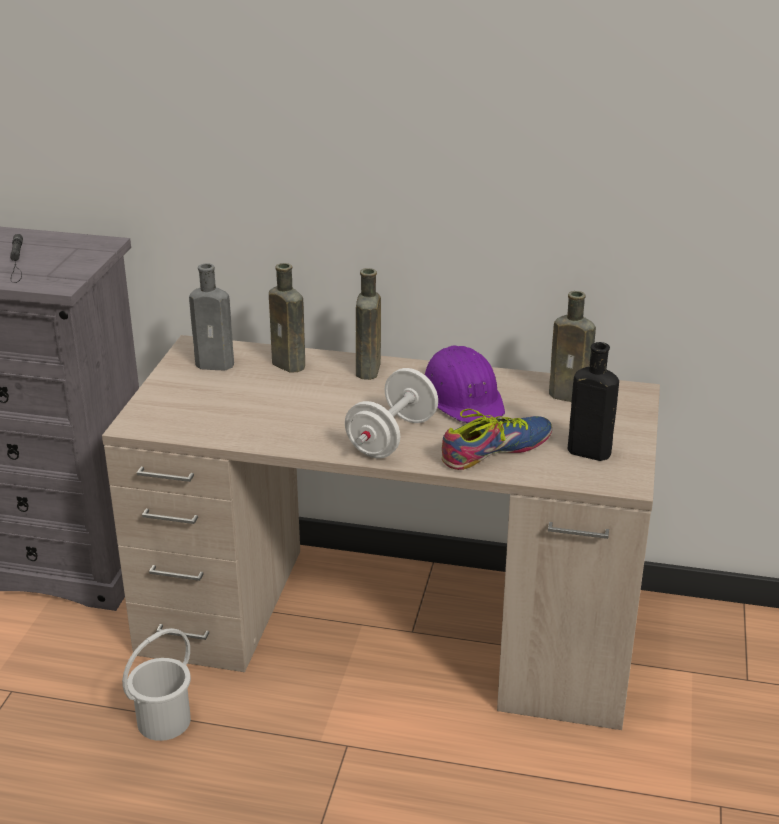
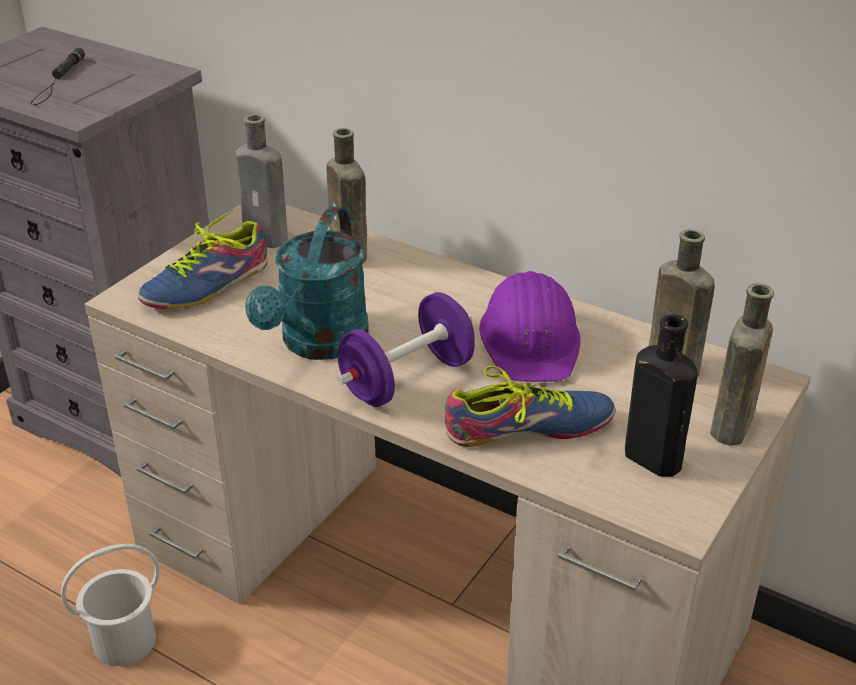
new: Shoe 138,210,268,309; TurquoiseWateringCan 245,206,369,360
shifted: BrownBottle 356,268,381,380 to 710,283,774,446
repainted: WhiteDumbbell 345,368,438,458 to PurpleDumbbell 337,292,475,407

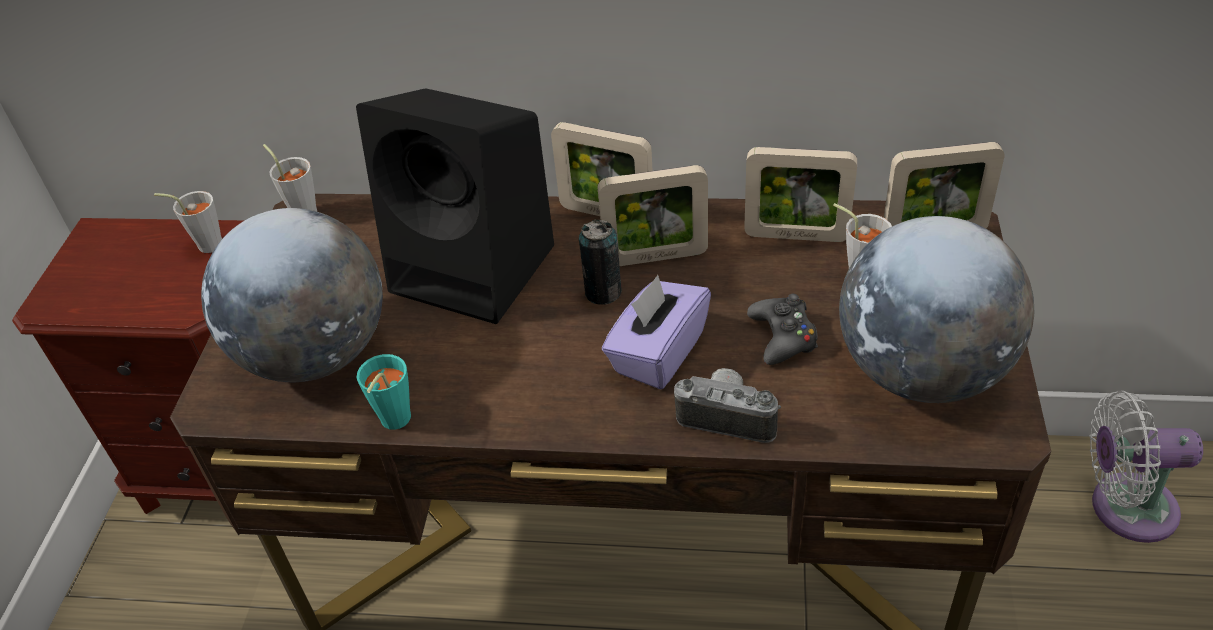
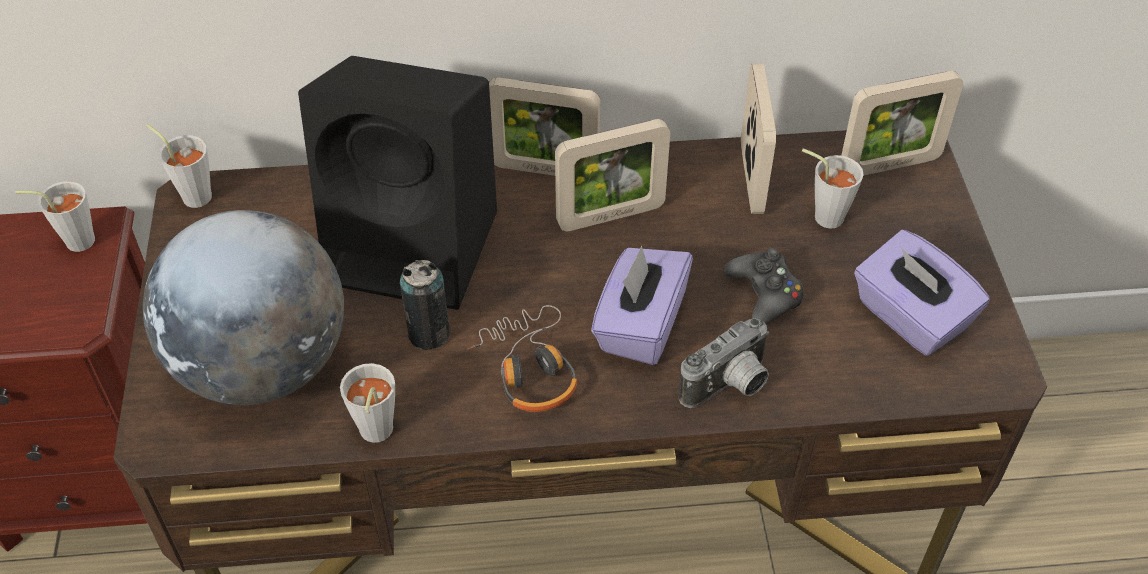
gone: WhiteFan 1090,391,1203,543
new: Headphones 468,305,577,412
shifted: Can 579,219,622,305 to 400,260,450,350
swapped: Globe 839,216,1034,403 to PurpleTissueBox 854,230,990,356
repainted: TurquoiseCup 357,354,411,430 to GreyCup 340,363,395,443
rotated: PhotoCamera 674,368,781,443 = 679,318,770,408 135 degrees clockwise; PictureFrame 744,147,857,242 = 741,64,776,214 90 degrees counterclockwise

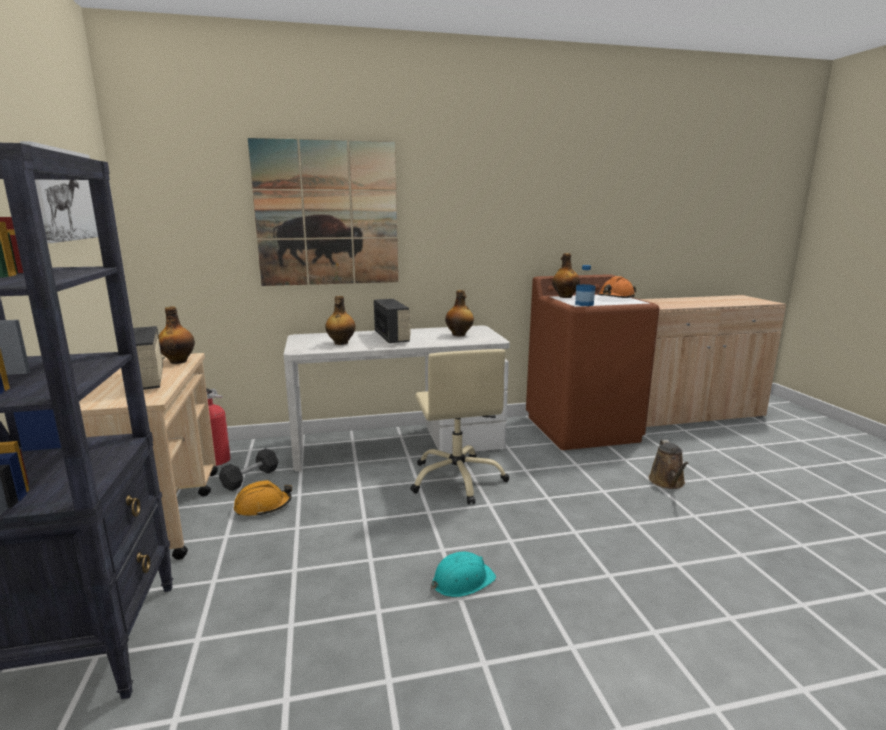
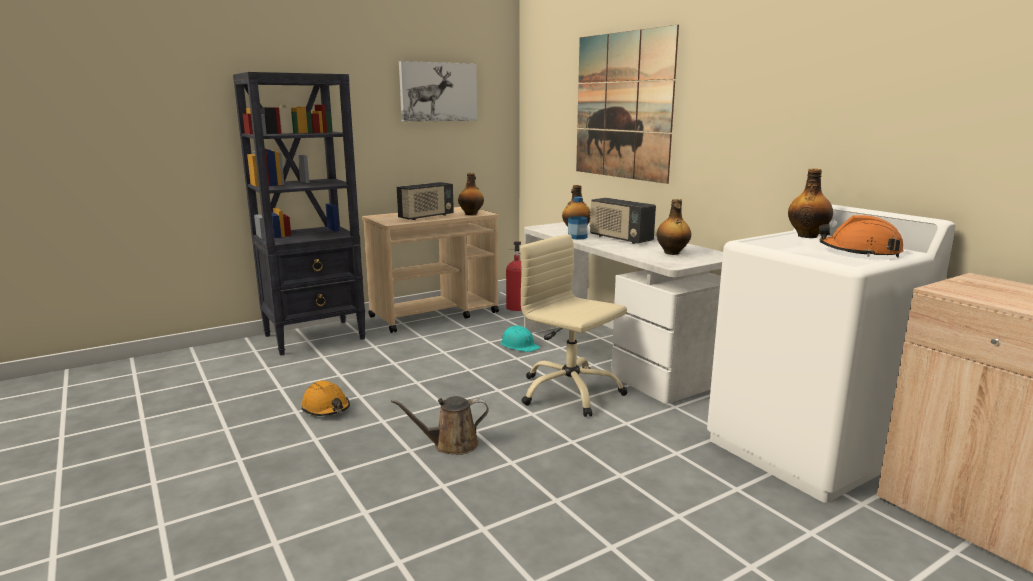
gone: GreyDumbbell 219,448,278,491
shifted: OrangeHardHat 234,480,292,517 to 302,381,350,416; TurquoiseHardHat 431,552,496,597 to 501,326,540,352; Bottle 575,265,596,306 to 568,197,588,240; BrownWateringCan 649,440,689,489 to 391,396,489,455
repainted: BrownWashingMachine 526,274,660,450 to WhiteWashingMachine 707,204,955,503
rotated: Radio 374,299,411,343 = 589,198,656,244 90 degrees clockwise; BeigeOfficeChair 410,349,509,505 = 520,234,627,417 75 degrees clockwise

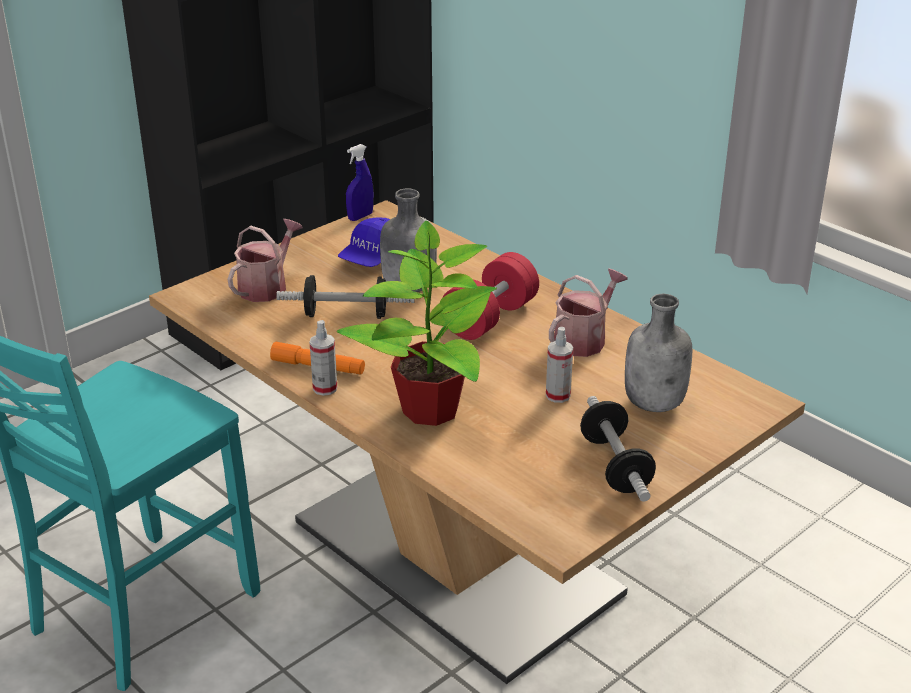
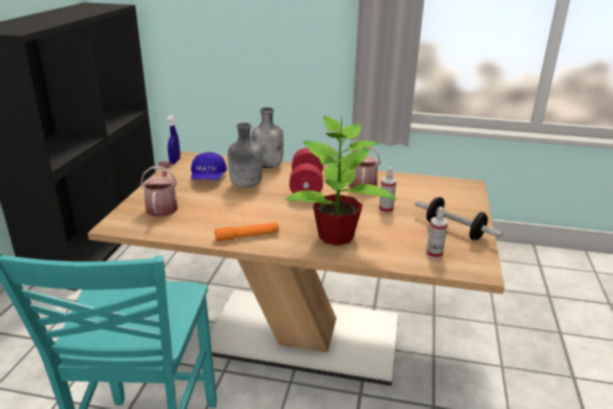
gone: Dumbbell 276,275,415,319
shifted: SprayBottle 310,320,337,396 to 426,207,448,259; GreyBottle 625,294,692,412 to 252,107,284,168

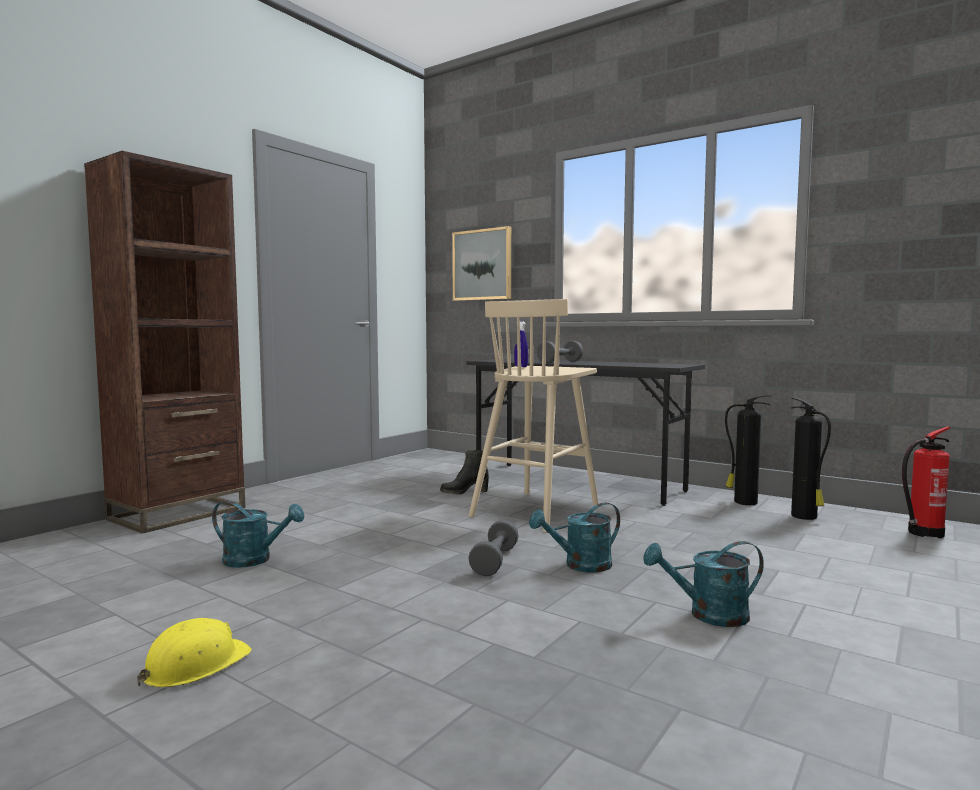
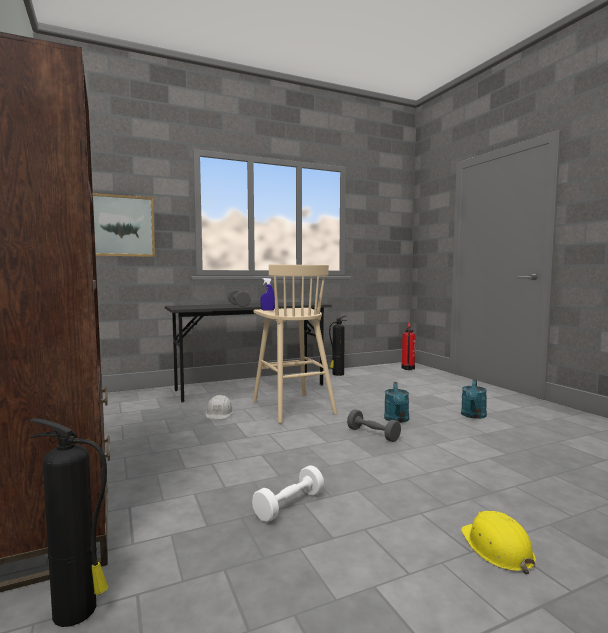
shifted: FireExtinguisher 791,398,831,520 to 29,418,109,627
swapped: TurquoiseWateringCan 212,500,305,568 to WhiteDumbbell 252,465,324,522; BlackBoot 440,450,489,495 to WhiteHardHat 205,395,234,419

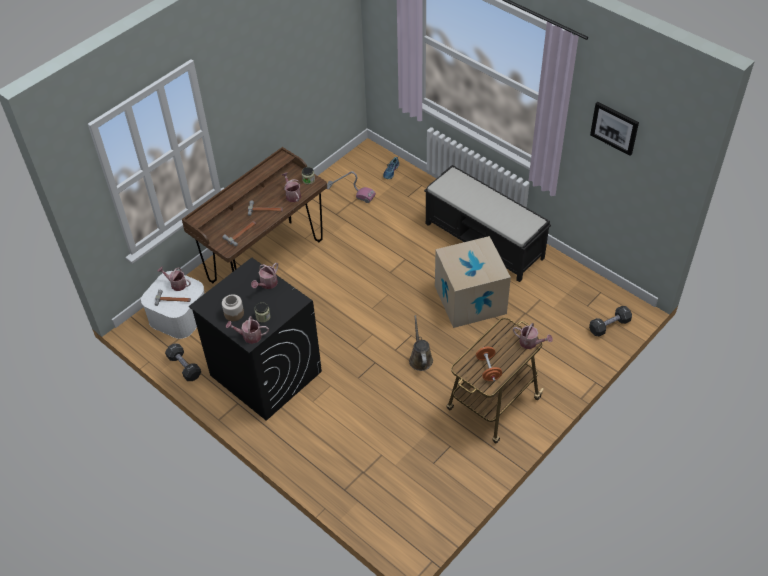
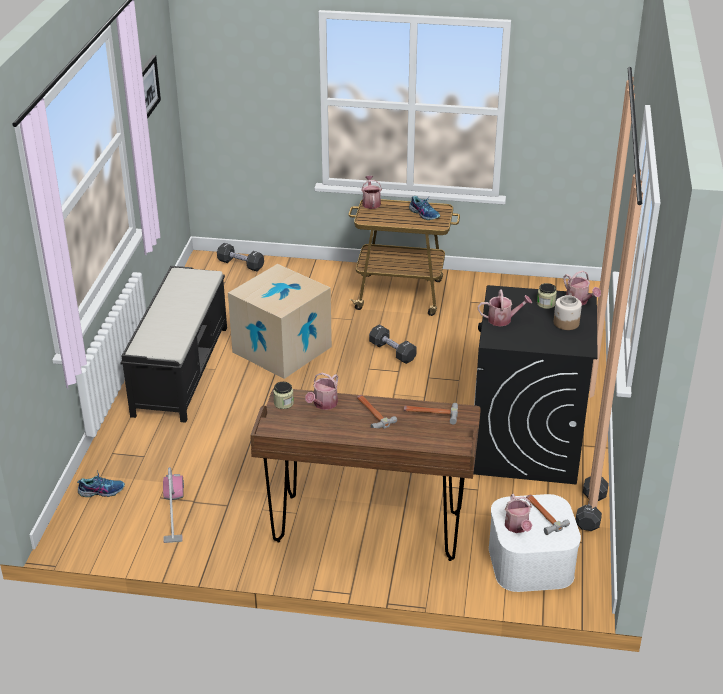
swapped: BrownWateringCan 409,315,433,371 to BlackDumbbell 369,324,417,364; OrangeDumbbell 476,347,502,381 to Shoe 409,196,440,220

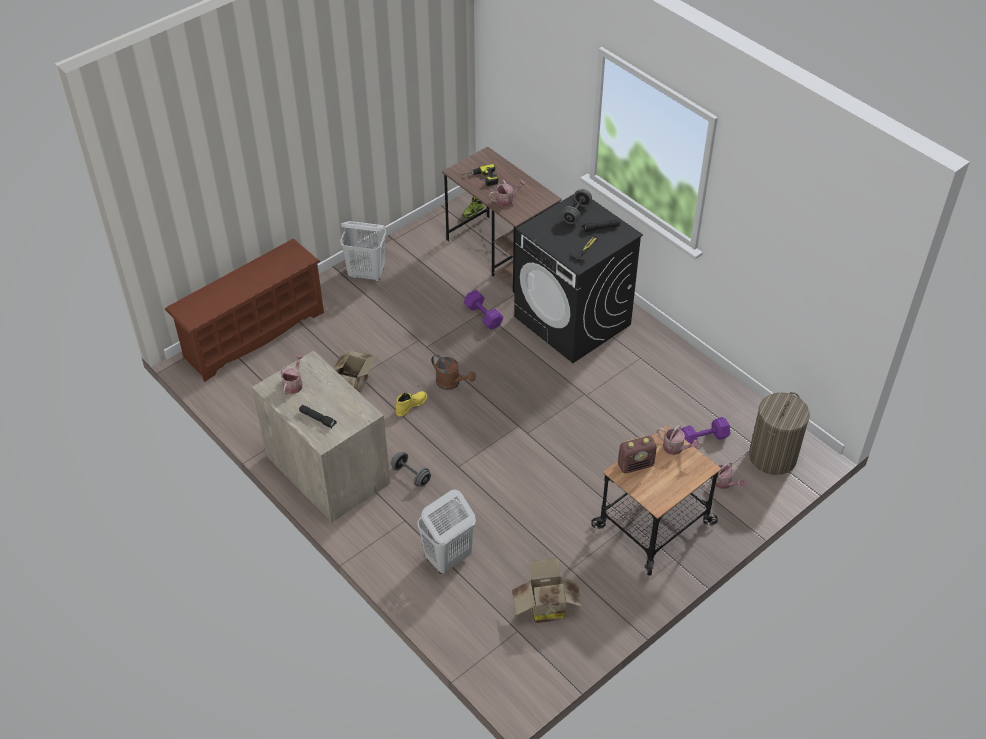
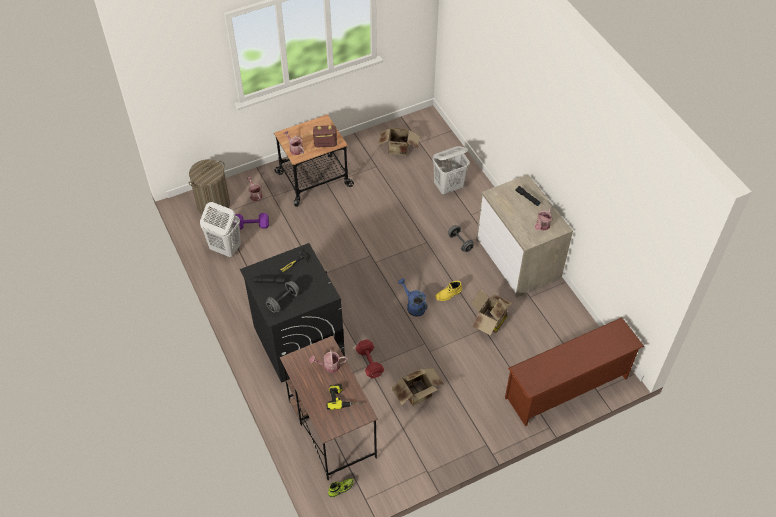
new: CardboardBox 391,368,444,406
shifted: WhiteLaundryBasket 340,221,386,282 to 200,202,241,257
repainted: BrownWateringCan 431,354,476,390 to BlueWateringCan 398,278,427,317; PurpleDumbbell 464,290,503,330 to RedDumbbell 356,339,384,378

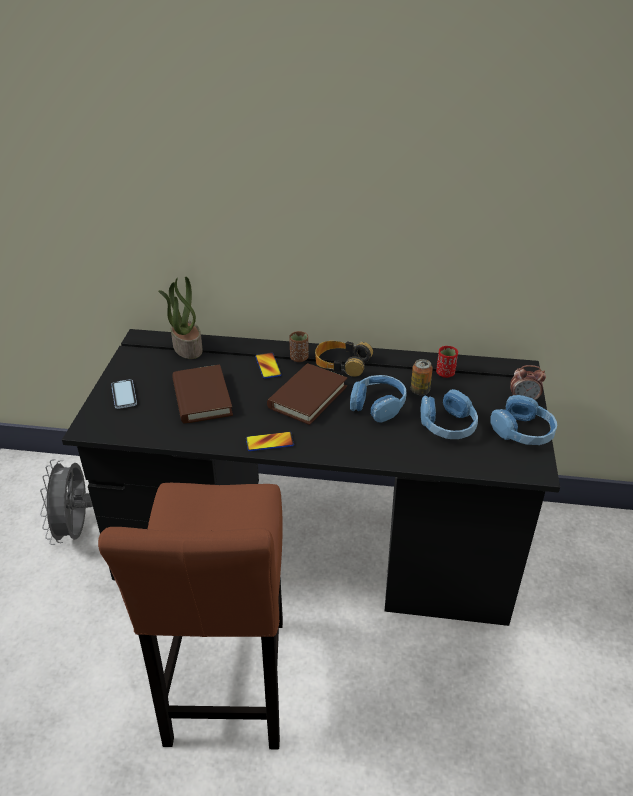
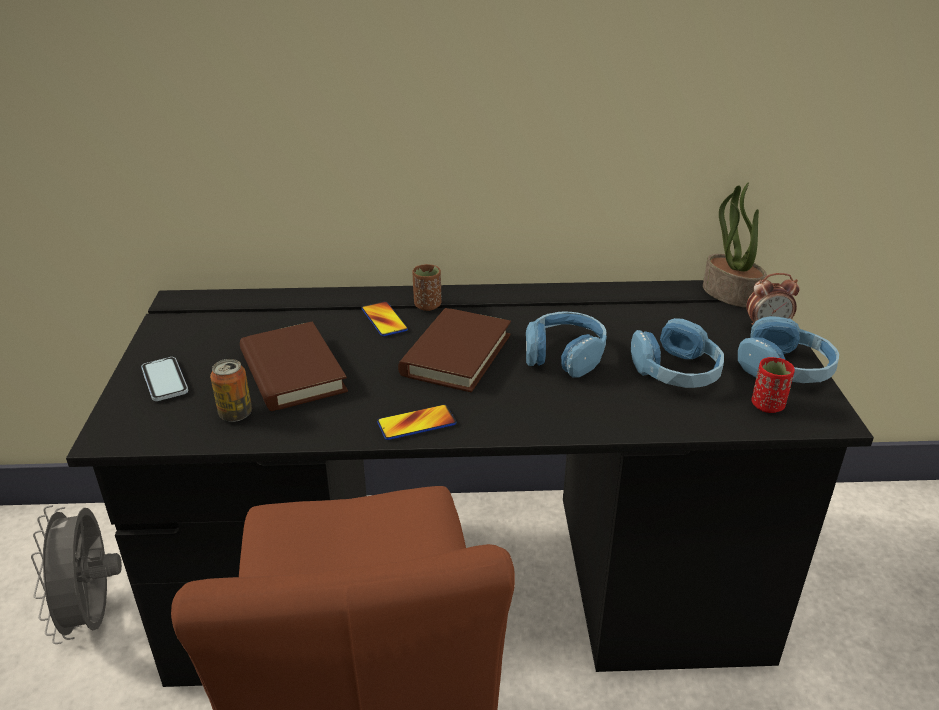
gone: Headphones 315,341,373,377
shifted: PottedPlant 158,276,203,359 to 703,182,767,308; Can 411,359,433,395 to 210,359,252,422; RedCup 436,346,458,378 to 751,357,795,413

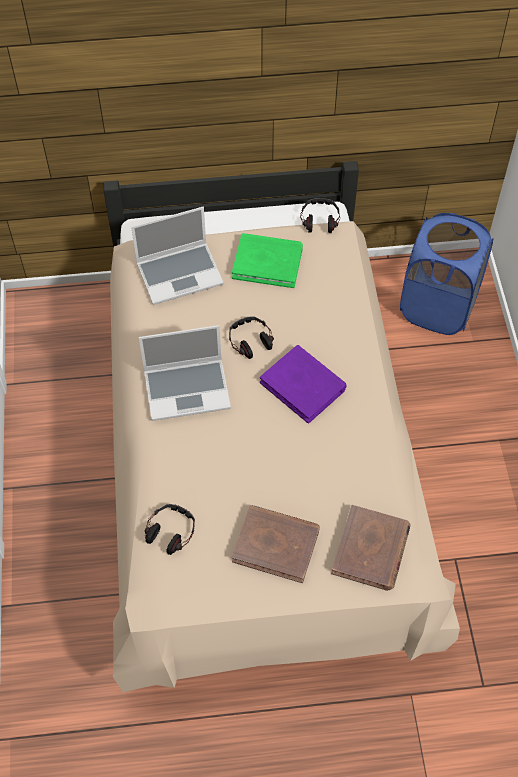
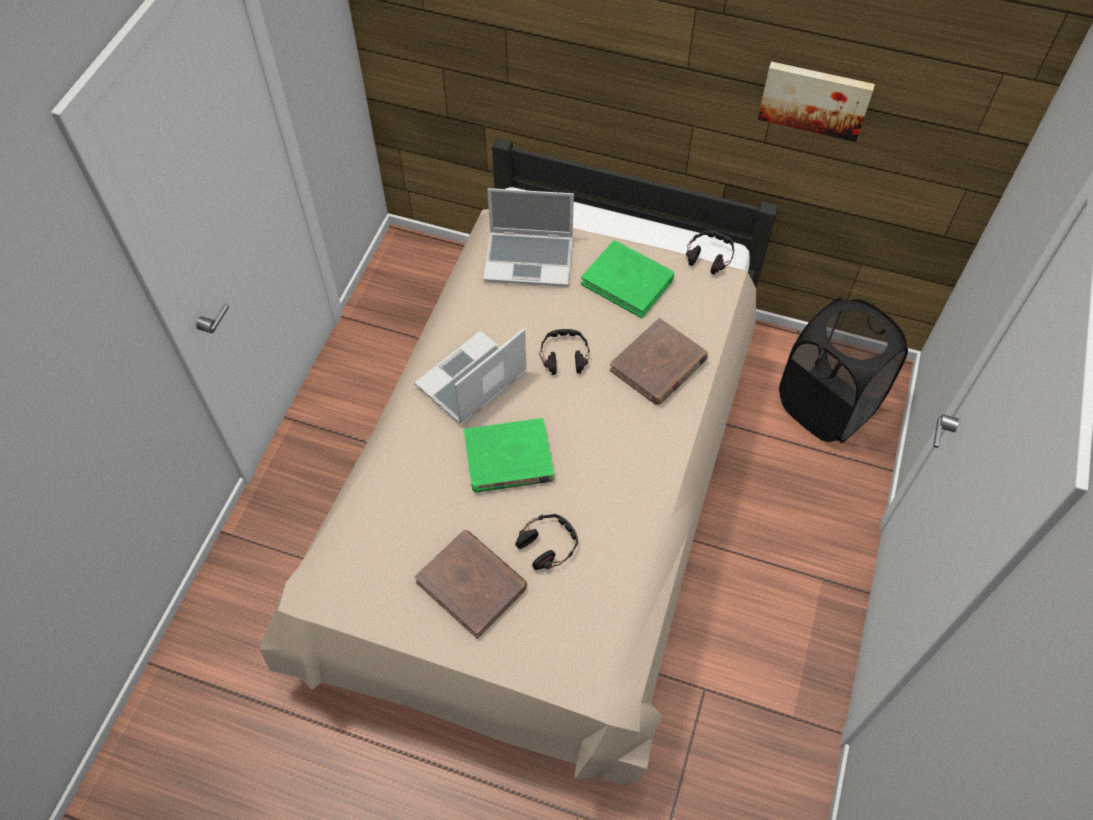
gone: PurpleBook 260,345,347,423
new: GreenBook 464,418,554,493; Picture 758,61,875,142
shifted: Headphones 144,504,195,555 to 515,514,578,570; BrownBook 331,505,411,591 to 610,318,708,405
repainted: BlueLaundryBasket 400,213,494,335 to BlackLaundryBasket 779,298,908,443
rotated: Laptop 139,325,231,421 = 415,328,527,425 120 degrees clockwise

